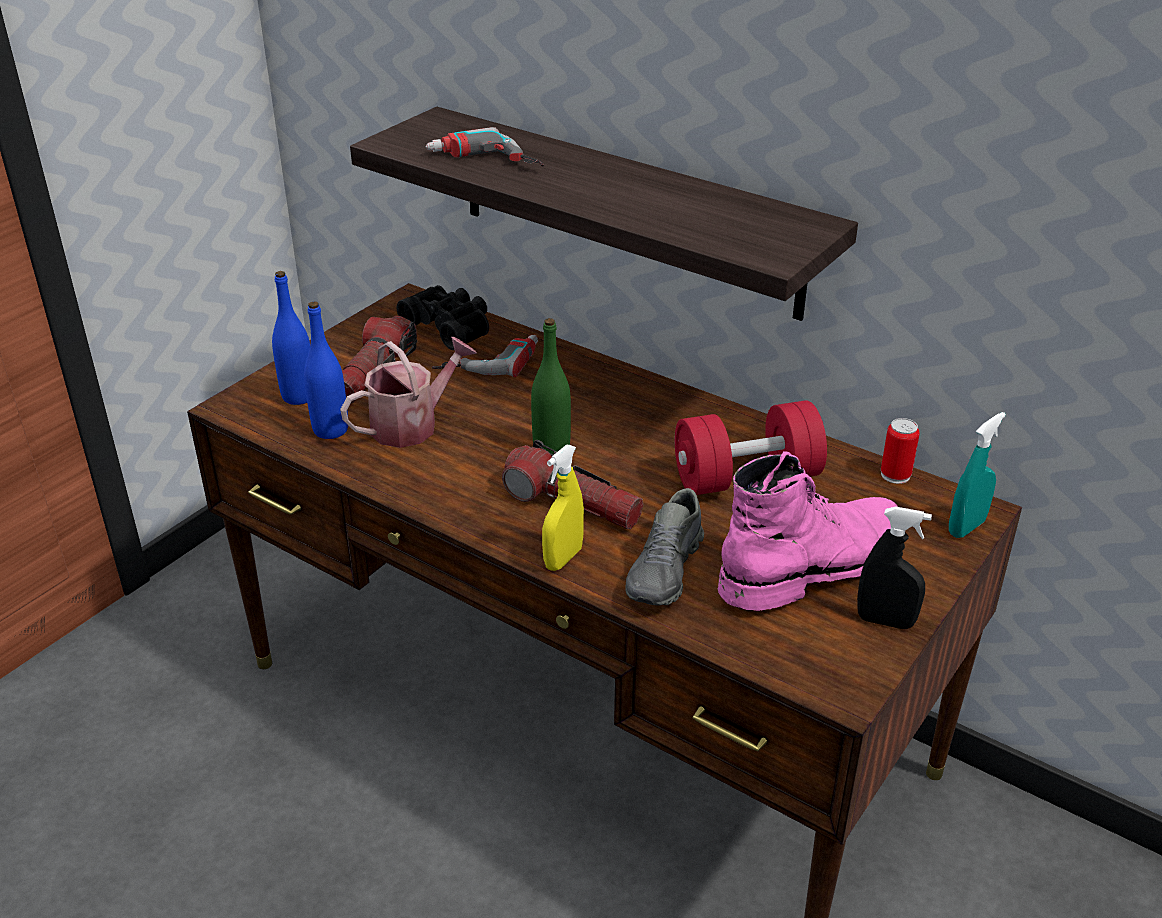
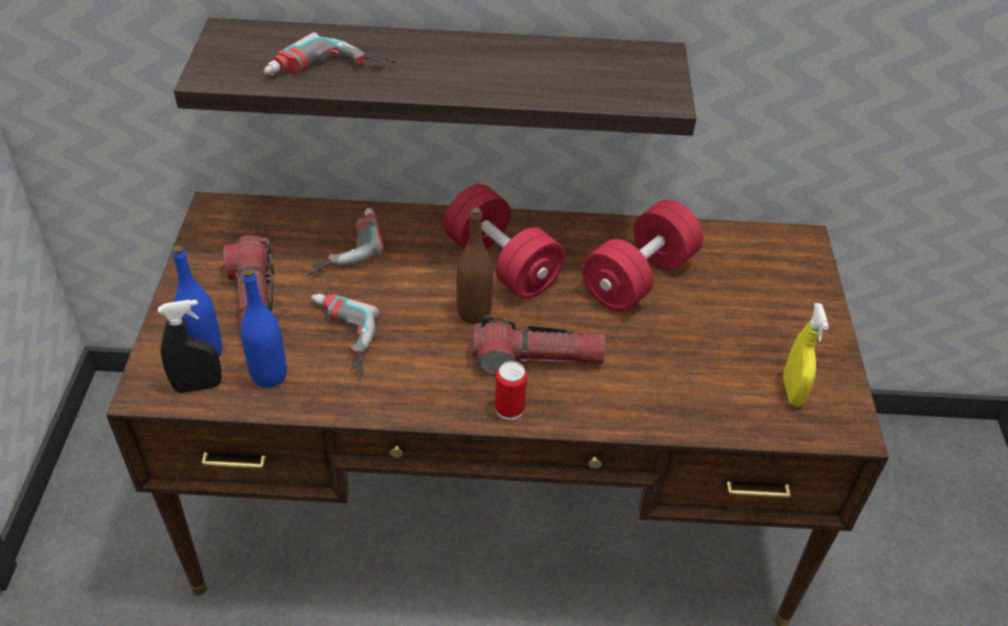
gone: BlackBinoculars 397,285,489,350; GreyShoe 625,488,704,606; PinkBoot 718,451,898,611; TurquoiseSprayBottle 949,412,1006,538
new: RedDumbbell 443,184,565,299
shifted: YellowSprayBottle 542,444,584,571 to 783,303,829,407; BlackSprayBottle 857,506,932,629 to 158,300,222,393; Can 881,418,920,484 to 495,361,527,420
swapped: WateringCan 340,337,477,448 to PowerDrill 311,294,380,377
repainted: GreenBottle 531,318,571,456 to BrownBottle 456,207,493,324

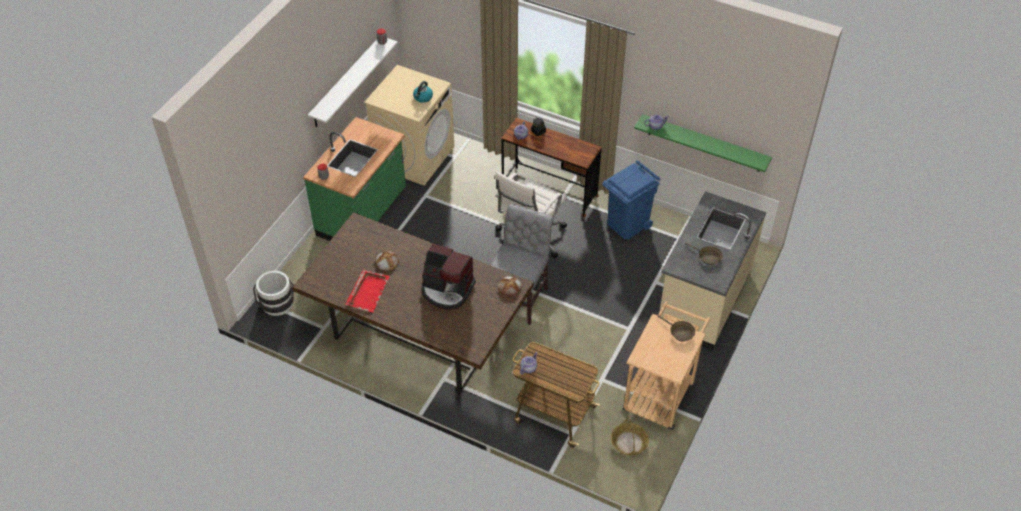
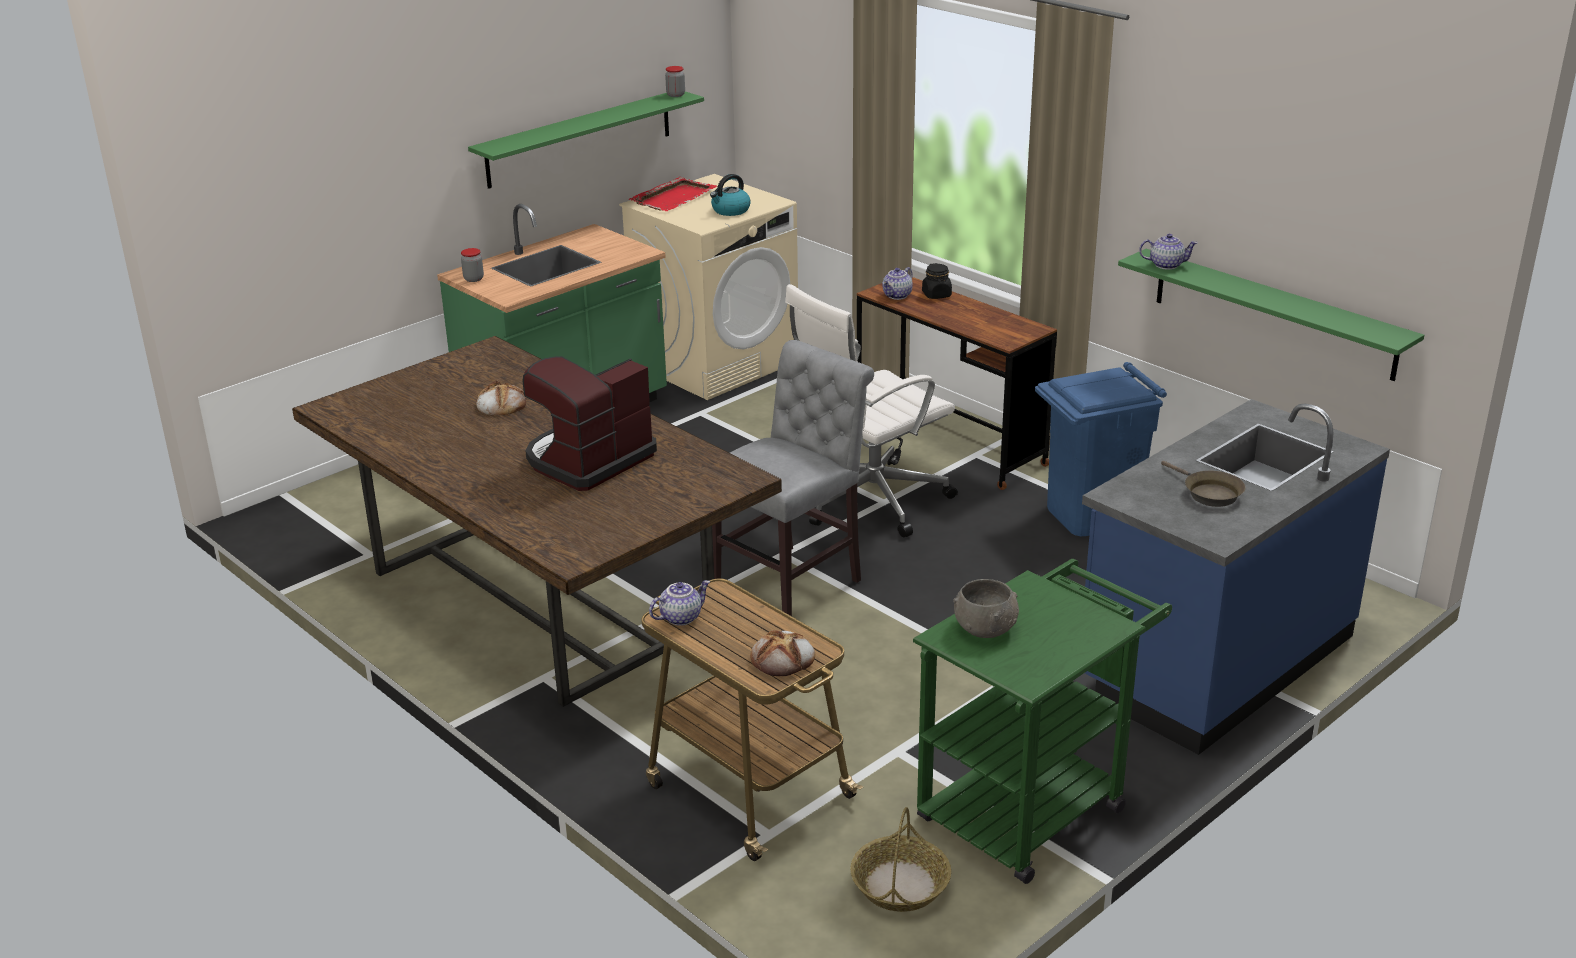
gone: WhiteBucket 253,271,294,316; BrownFryingPan 658,315,695,341
new: GreyBowl 953,579,1019,638
shifted: RedTray 345,269,390,312 to 628,177,717,211; Bread 498,276,522,297 to 750,630,815,676
repainted: WhiteShelf 308,38,398,127 to GreenShelf 468,91,704,189; BeigeCart 623,301,710,430 to GreenCart 913,559,1172,884; BeigeCounter 659,191,766,350 to BlueCounter 1082,399,1390,755
rotated: CoffeeMachine 422,244,476,310 = 523,356,657,491 90 degrees clockwise

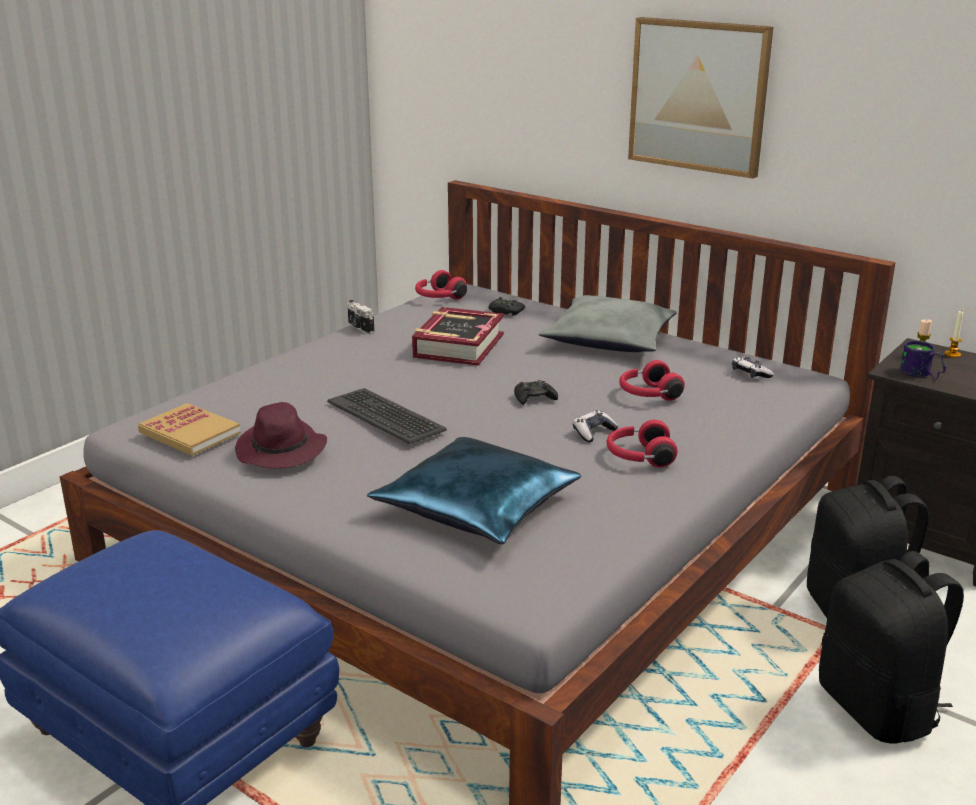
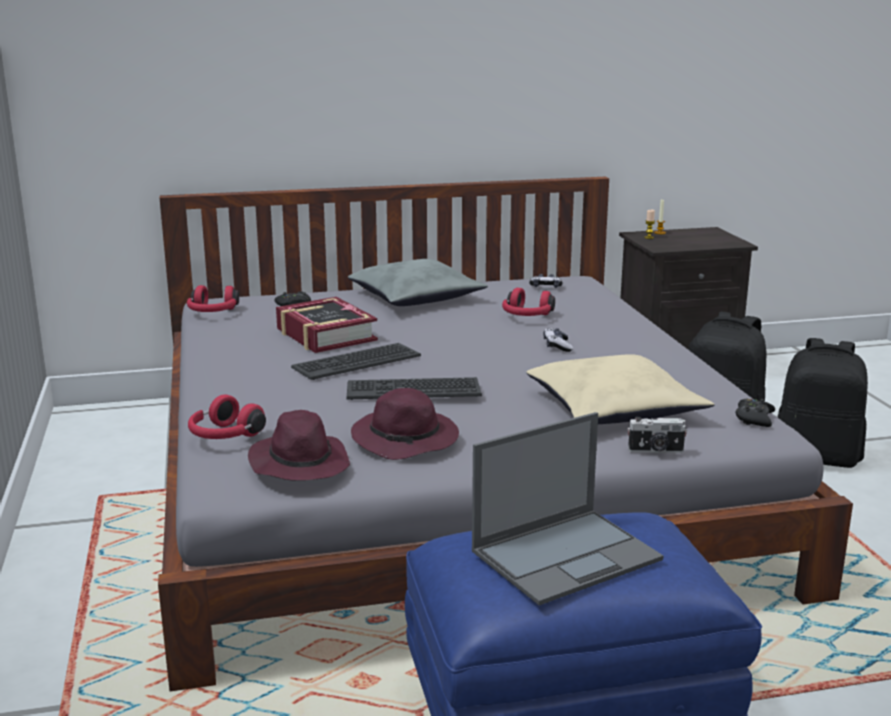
gone: Picture 628,17,773,179; Mug 900,340,946,379
new: Keyboard 291,343,421,380; Laptop 472,412,663,606
shifted: PhotoCamera 347,300,375,334 to 628,417,687,453; BlackGameController 514,380,558,405 to 736,399,775,427; RedHeadphones 606,420,677,467 to 188,395,266,439
swapped: Book 138,403,241,456 to PurpleHat 248,410,350,481
repainted: BluePillow 367,437,581,544 to BeigePillow 527,354,714,424

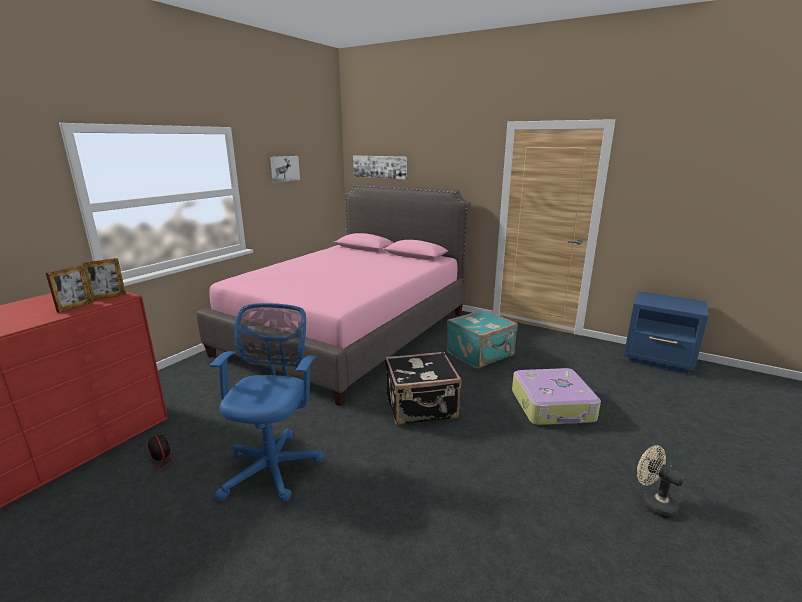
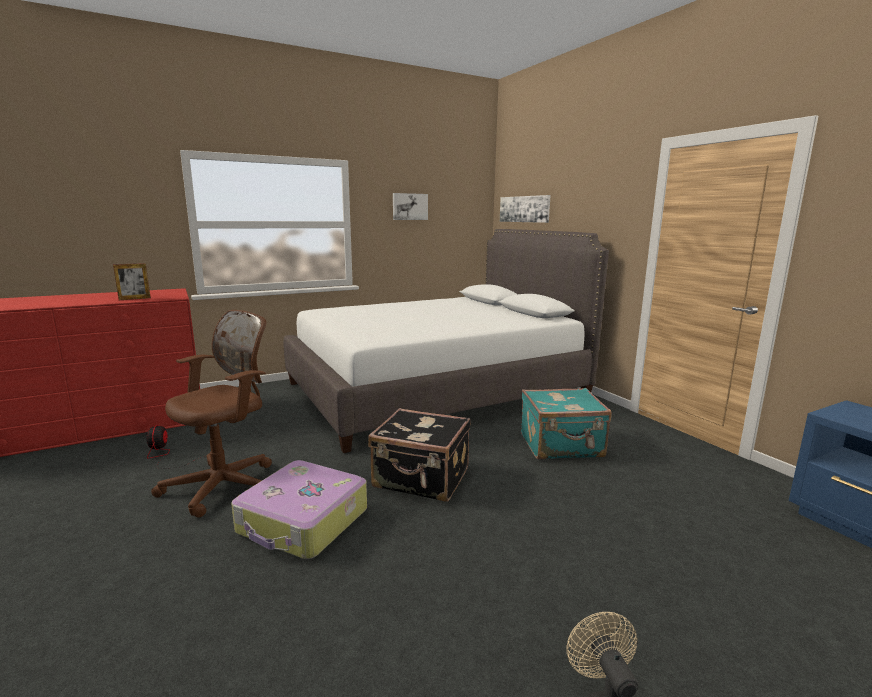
gone: PictureFrame 82,258,126,300
shifted: Suitcase 512,368,601,425 to 231,460,367,559
repainted: PinkBed 197,184,471,406 to WhiteBed 283,229,609,453; BlueOfficeChair 210,303,325,502 to BrownOfficeChair 151,310,272,518

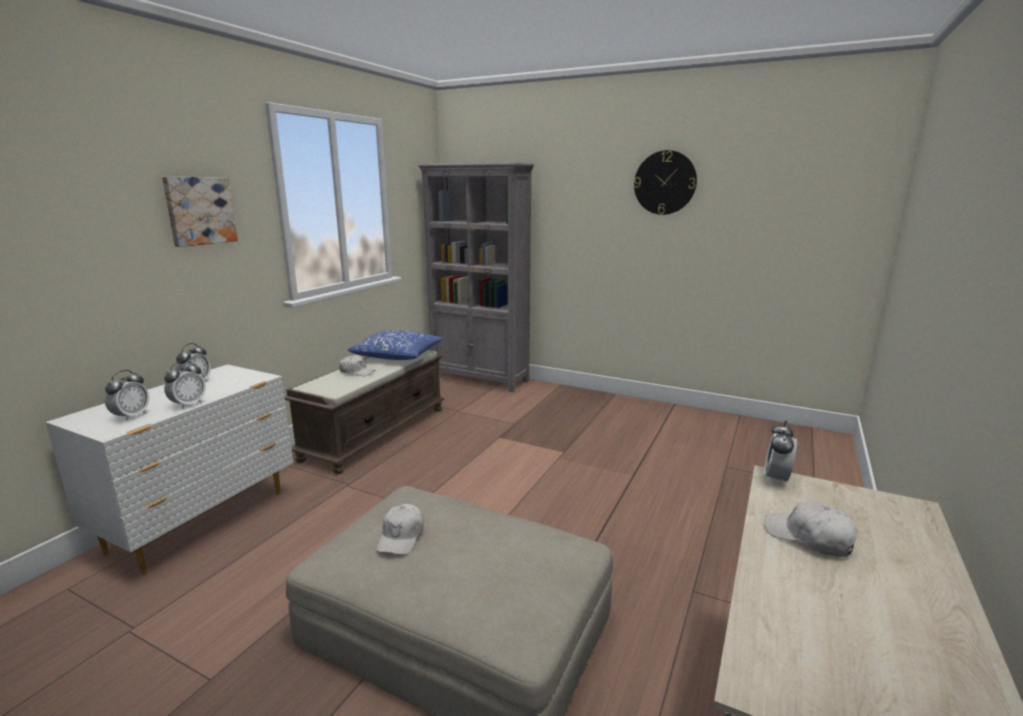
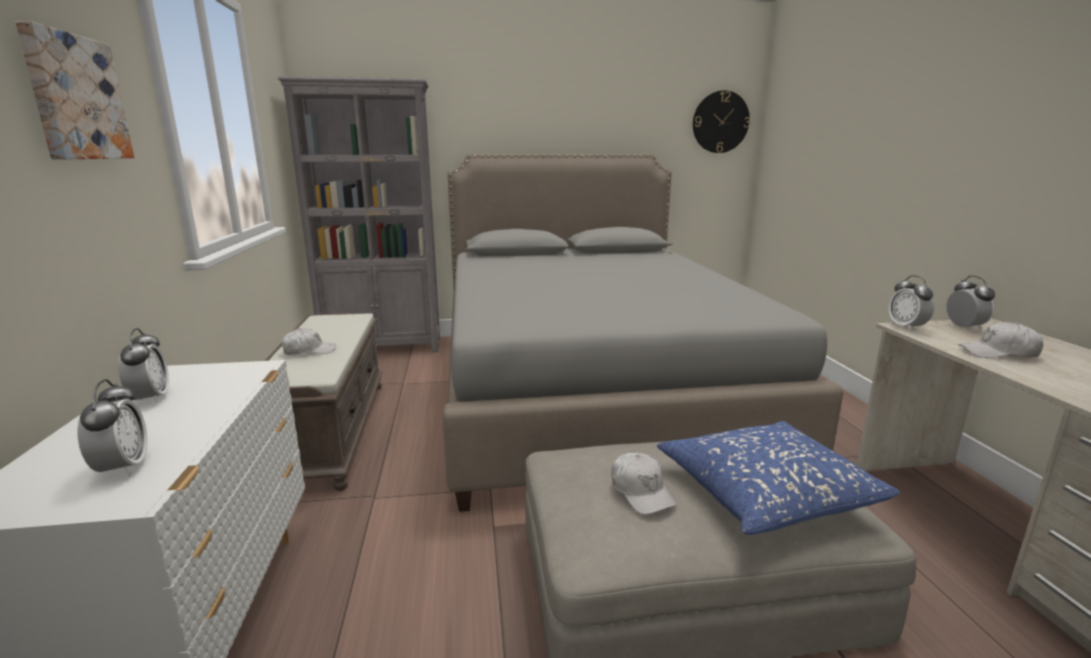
new: GreyBed 443,154,843,512
shifted: AlarmClock 164,360,206,409 to 947,276,995,331; BluePillow 348,330,444,360 to 657,421,900,535; WallClock 634,150,697,215 to 693,90,750,153

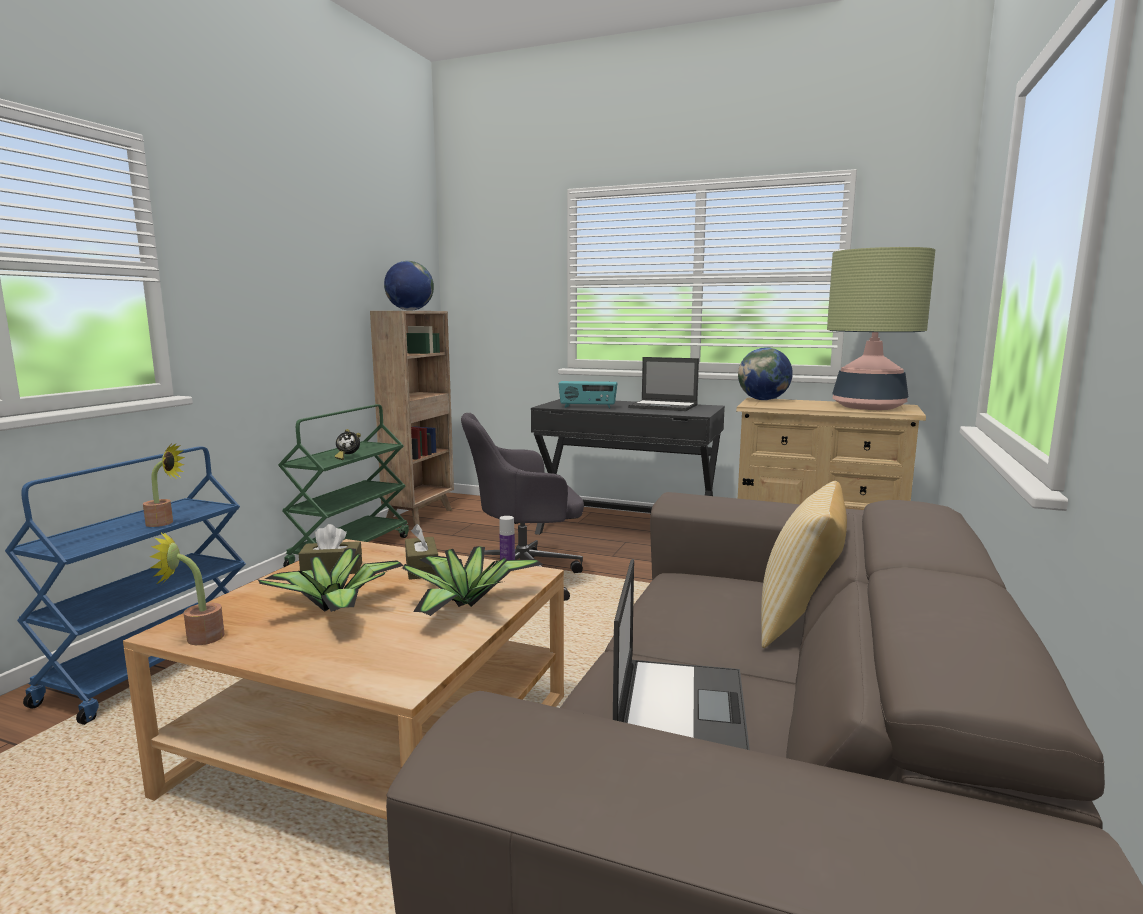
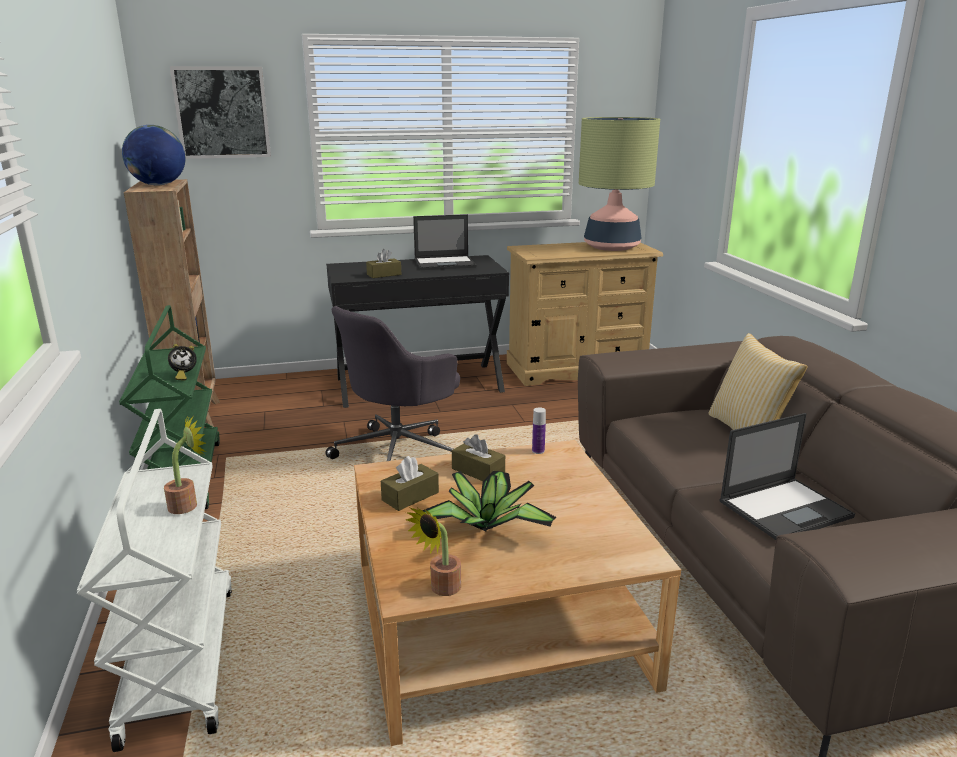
gone: PottedPlant 402,546,543,616; Globe 738,347,793,400
new: Picture 170,66,271,159
swapped: Radio 558,381,617,408 to BrownTissueBox 366,249,401,278
repainted: BlueCart 5,446,246,725 to WhiteCart 76,409,232,752
rotated: Laptop 613,559,750,750 = 719,413,855,540 90 degrees clockwise

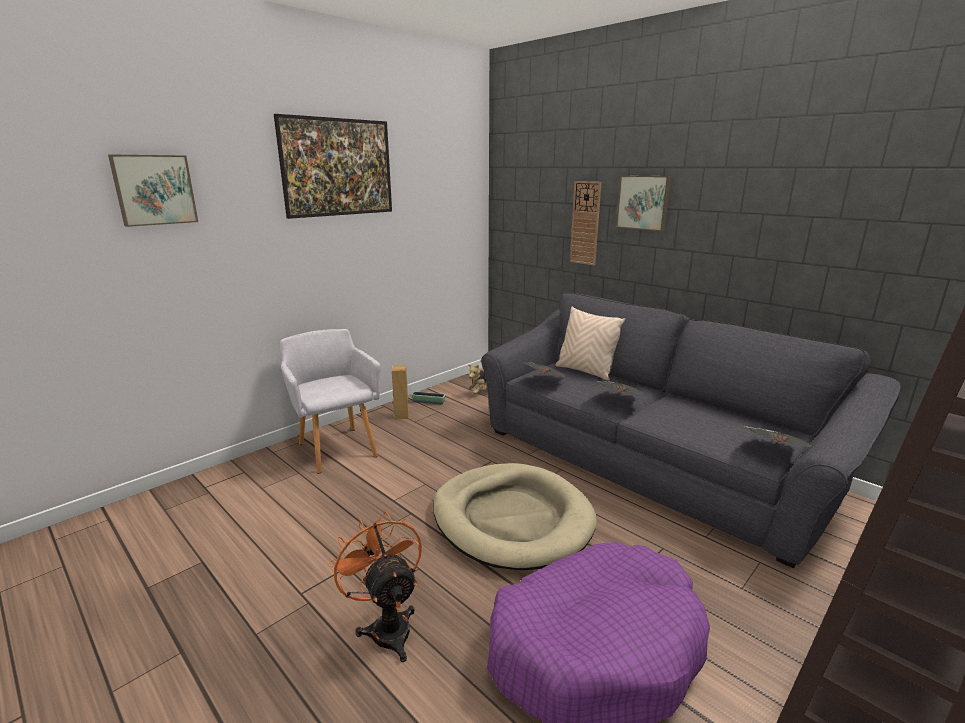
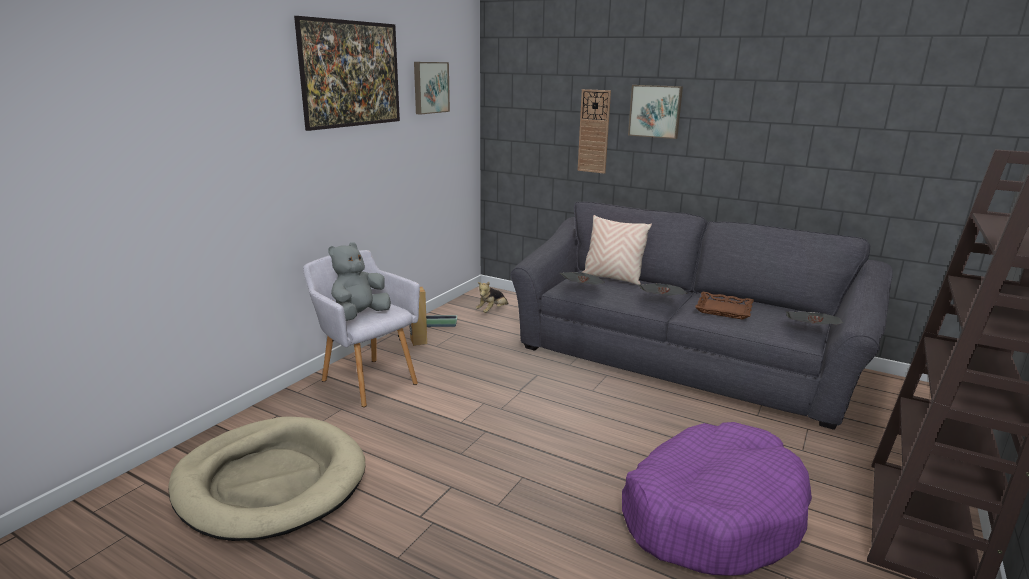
gone: OrangeFan 329,511,422,662
new: GreyPlushToy 328,242,391,321; BrownTray 695,292,754,320
shifted: Picture 108,154,198,227 to 414,62,450,115; BeigeDogBed 433,463,597,570 to 168,416,365,541

